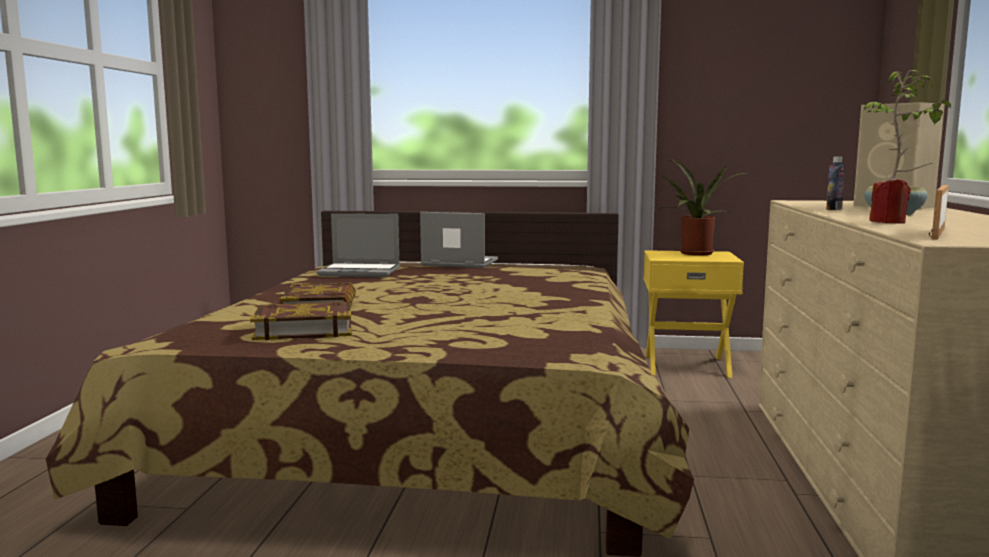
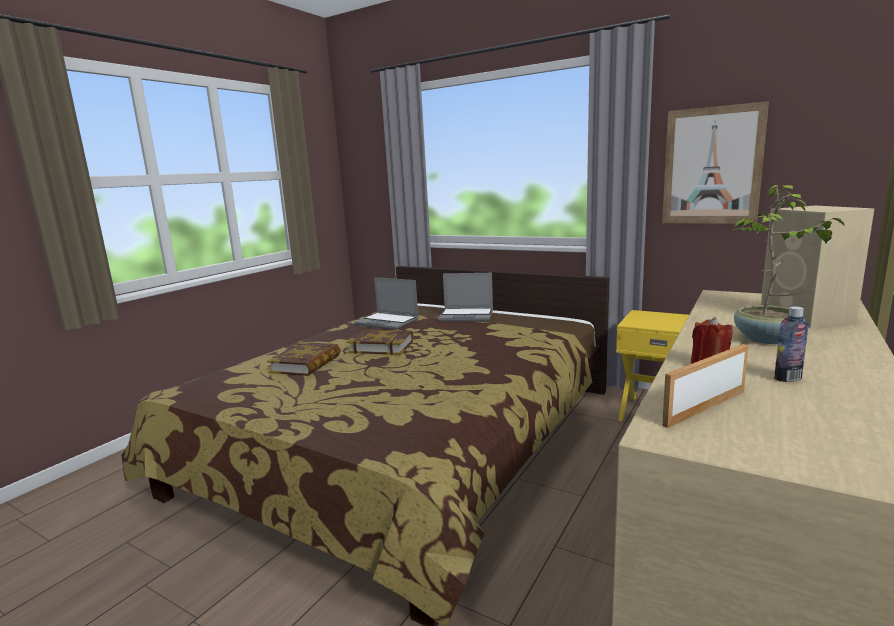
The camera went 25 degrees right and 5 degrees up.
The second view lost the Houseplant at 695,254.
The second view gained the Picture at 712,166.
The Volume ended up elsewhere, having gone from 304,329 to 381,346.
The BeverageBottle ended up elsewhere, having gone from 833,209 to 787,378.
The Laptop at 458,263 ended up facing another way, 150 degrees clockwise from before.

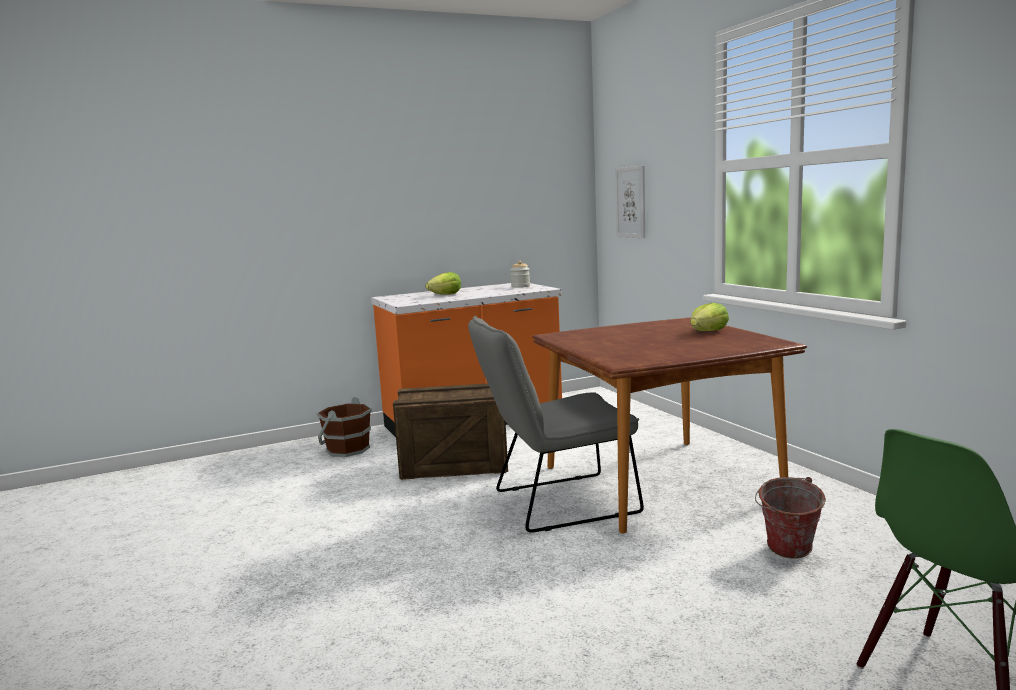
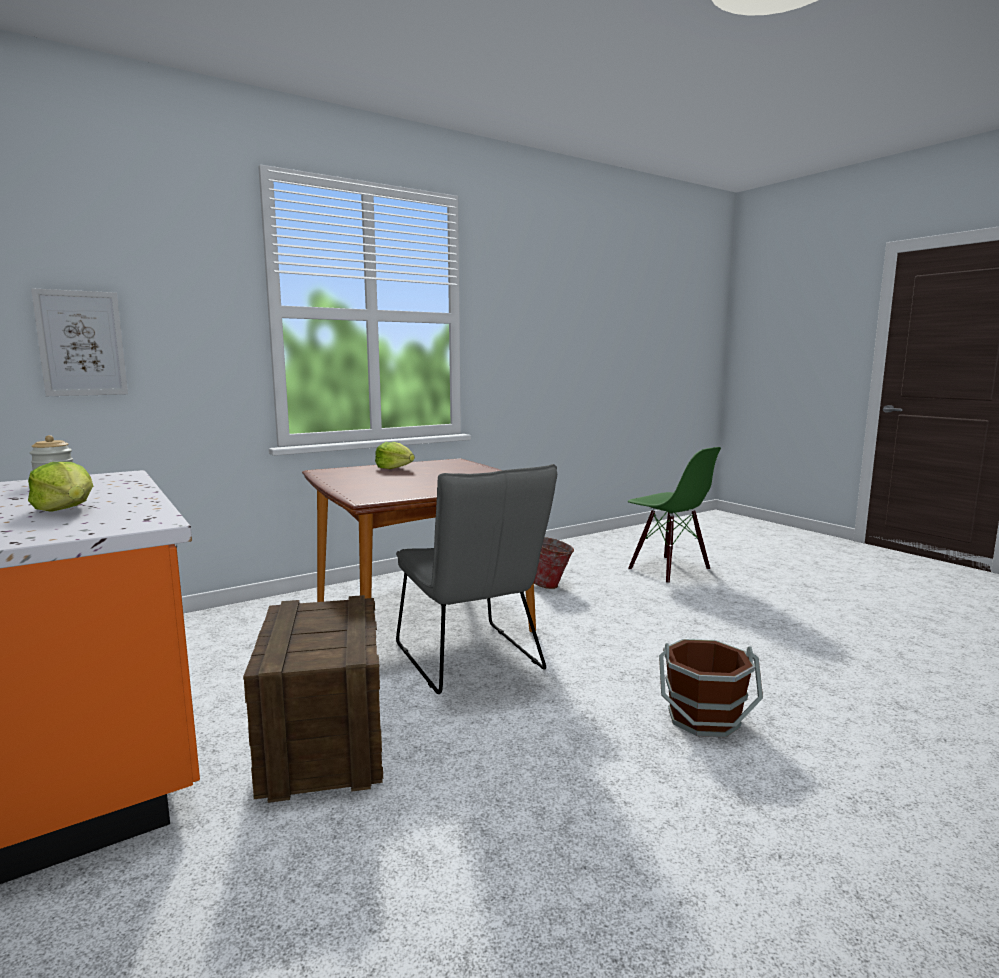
The camera went 100 degrees left and 0 degrees up.
The BrownPail ended up elsewhere, having gone from 347,449 to 704,719.

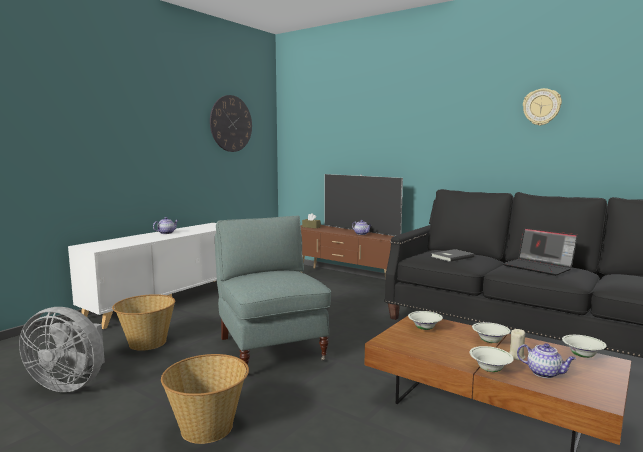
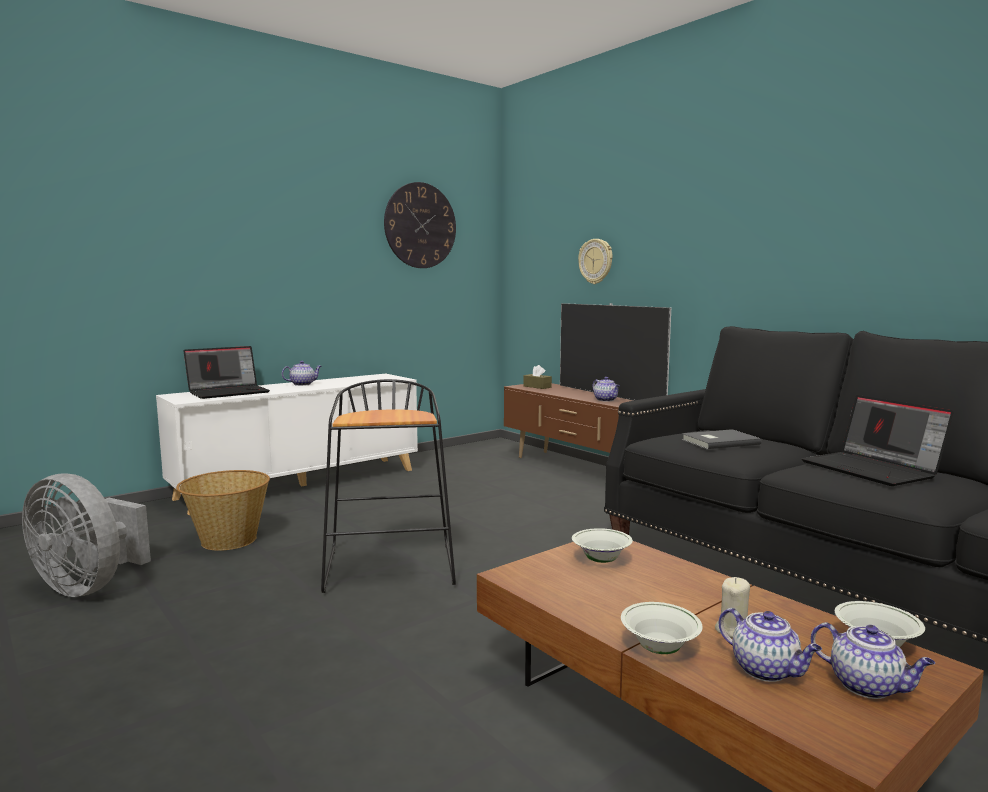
The camera went 15 degrees right and 0 degrees up.
The second view lost the StorageBasket at 208,428.
The second view lost the WhiteColouredBowl at 490,342.
The second view gained the Laptop at 229,392.
The second view gained the Teapot at 867,686.
The HangingClock ended up elsewhere, having gone from 541,107 to 596,261.
Where the GreyishEasyChair stood at 271,348, the BlackStoolSeat came to stand at 391,568.

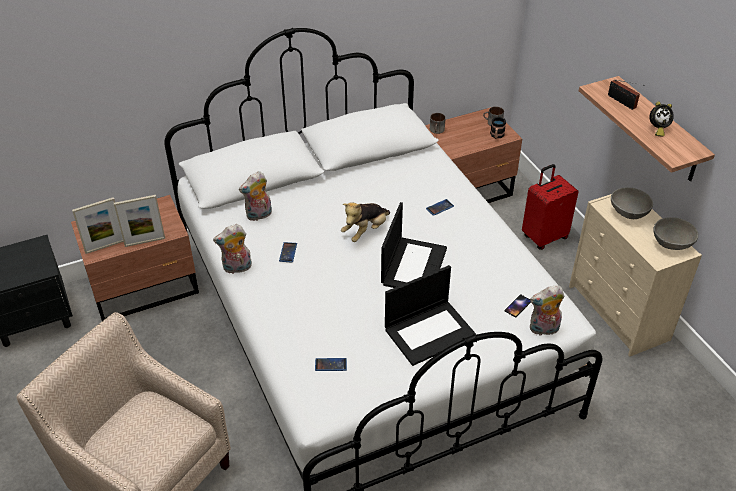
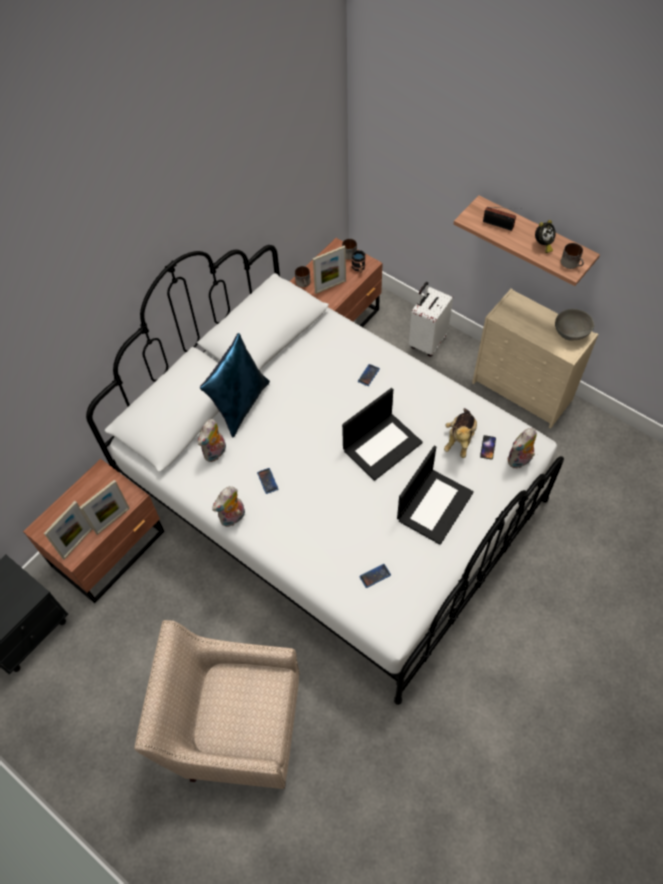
The camera went 25 degrees left and 15 degrees up.
The second view lost the GreyishBowl at 629,213.
The second view gained the BluishPillow at 240,404.
The second view gained the PictureFrame at 330,286.
The second view gained the CoffeeMug at 572,263.
The SoftToy ended up elsewhere, having gone from 365,231 to 460,439.
What was the RedTravelCase at 544,237 turned into the WhiteColouredTravelCase at 427,342.
The Laptop at 413,265 ended up facing another way, 60 degrees clockwise from before.

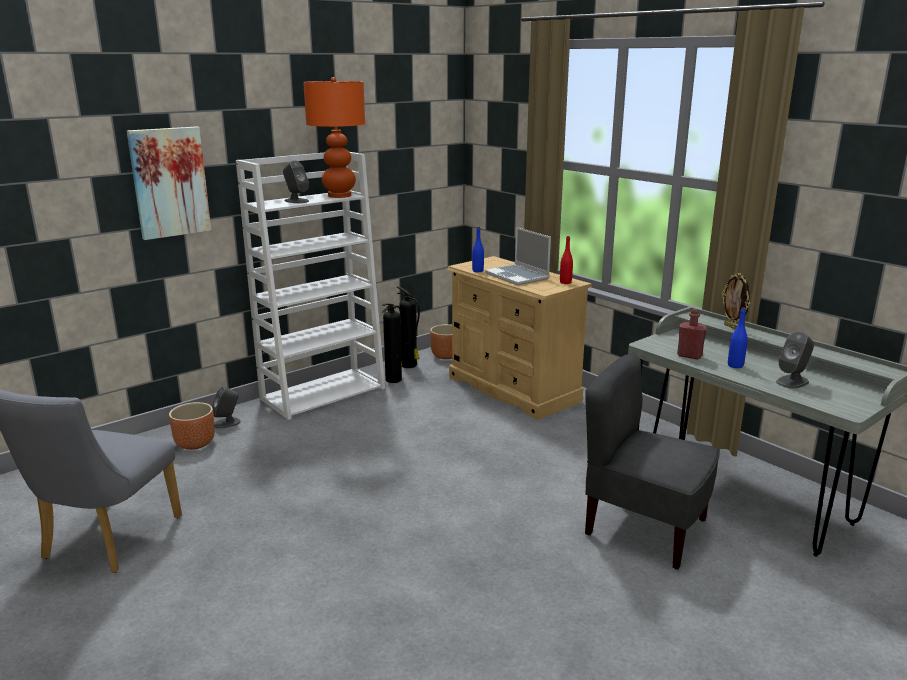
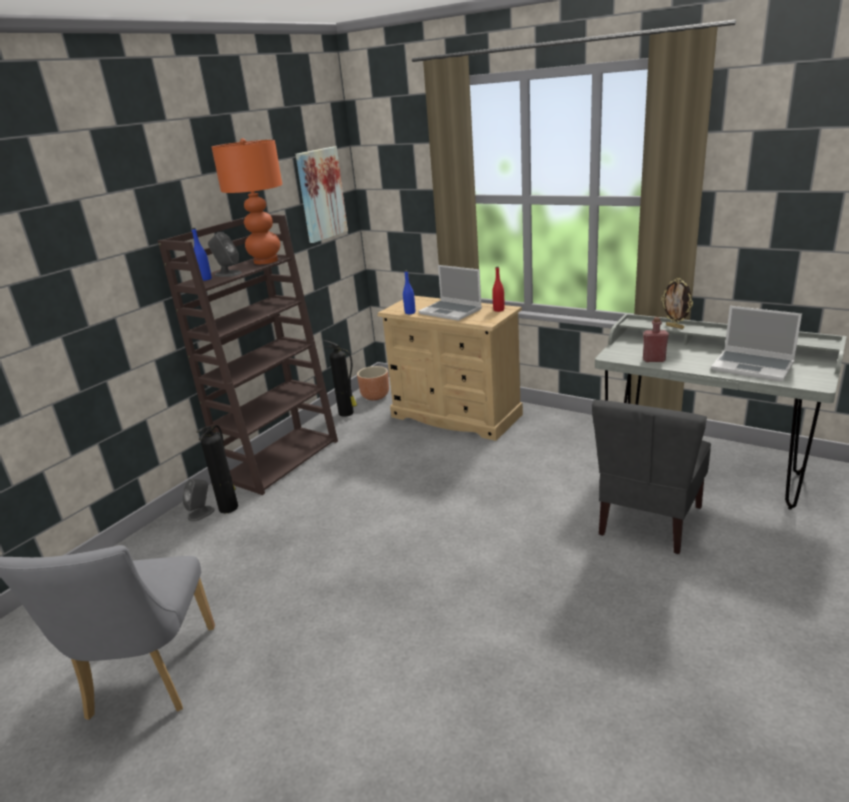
The camera went 15 degrees left and 5 degrees up.
The second view lost the BrownFlowerPot at 195,443.
The Picture ended up elsewhere, having gone from 169,182 to 321,194.
The FireFightingCylinder ended up elsewhere, having gone from 394,379 to 229,507.
The BluishBeverageBottle ended up elsewhere, having gone from 735,365 to 205,279.
Where the GreyishSpeaker stood at 792,381, the Laptop came to stand at 753,367.
What was the WhiteColouredShelvingUnit at 323,393 turned into the BrownShelvingUnit at 281,459.
The GreyishChair at 644,528 ended up facing another way, 75 degrees counterclockwise from before.

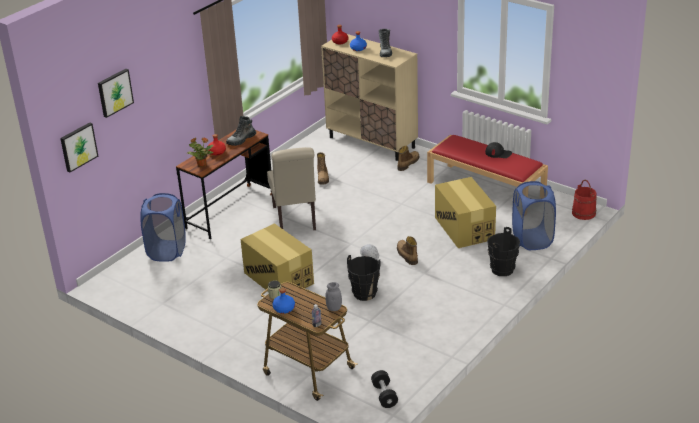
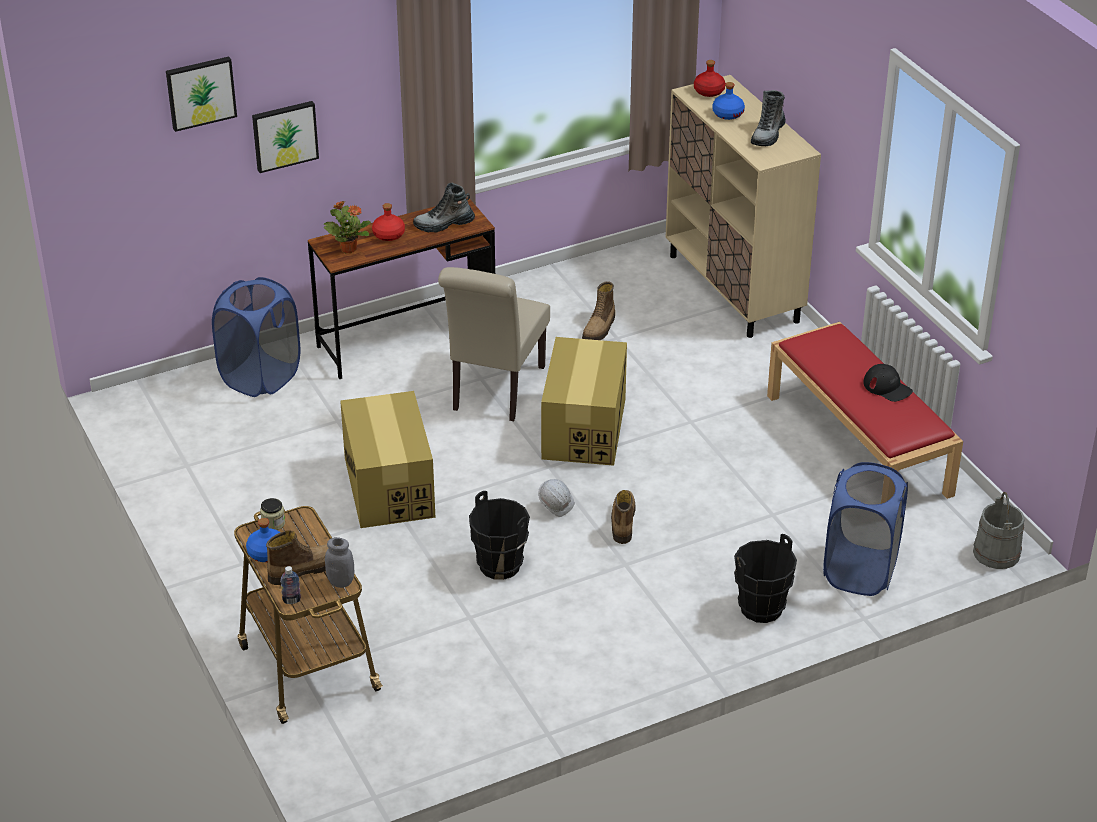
The camera went 25 degrees right and 5 degrees up.
The second view lost the BlackHandWeight at 384,395.
The Picture ended up elsewhere, having gone from 78,146 to 284,135.
The HighTopBoot ended up elsewhere, having gone from 407,163 to 304,569.
The PackingBox ended up elsewhere, having gone from 464,228 to 584,428.
What was the RedPail at 584,213 turned into the GreyishPail at 997,553.

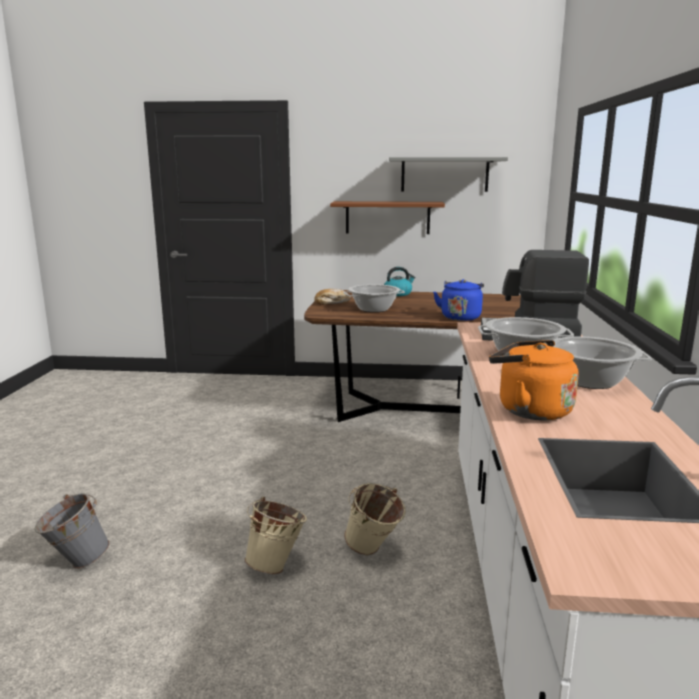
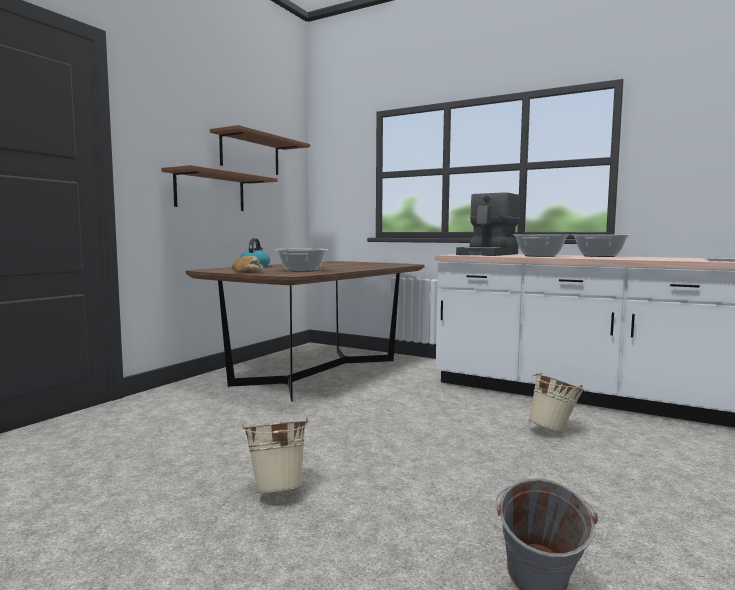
The camera went 65 degrees left and 10 degrees down.
The second view lost the BluishTeaKettle at 460,317.
The second view lost the OrangeTeaKettle at 529,410.
The BeigePail ended up elsewhere, having gone from 277,565 to 278,489.
What was the GreyishShelf at 444,174 turned into the BrownShelf at 250,154.

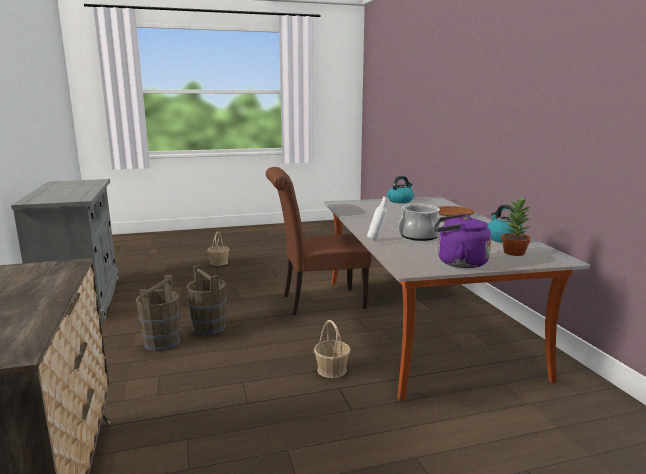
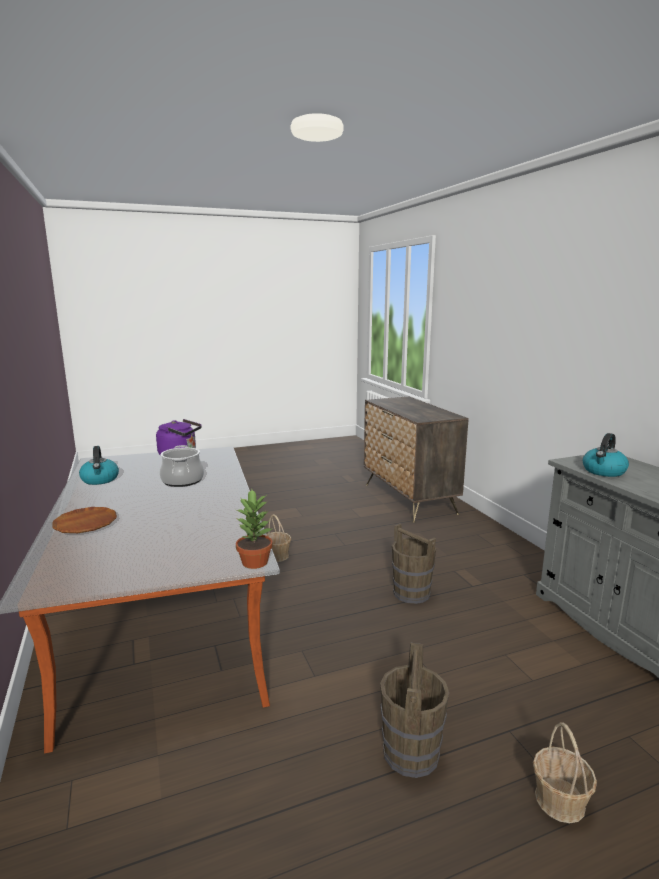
The camera went 175 degrees right and 0 degrees up.
The second view lost the BrownChair at 317,302.
The second view lost the WhiteColouredBeverageBottle at 377,239.
The BrownPail ended up elsewhere, having gone from 161,342 to 411,752.
The TeaKettle ended up elsewhere, having gone from 400,201 to 603,471.
The Houseplant ended up elsewhere, having gone from 513,253 to 255,562.

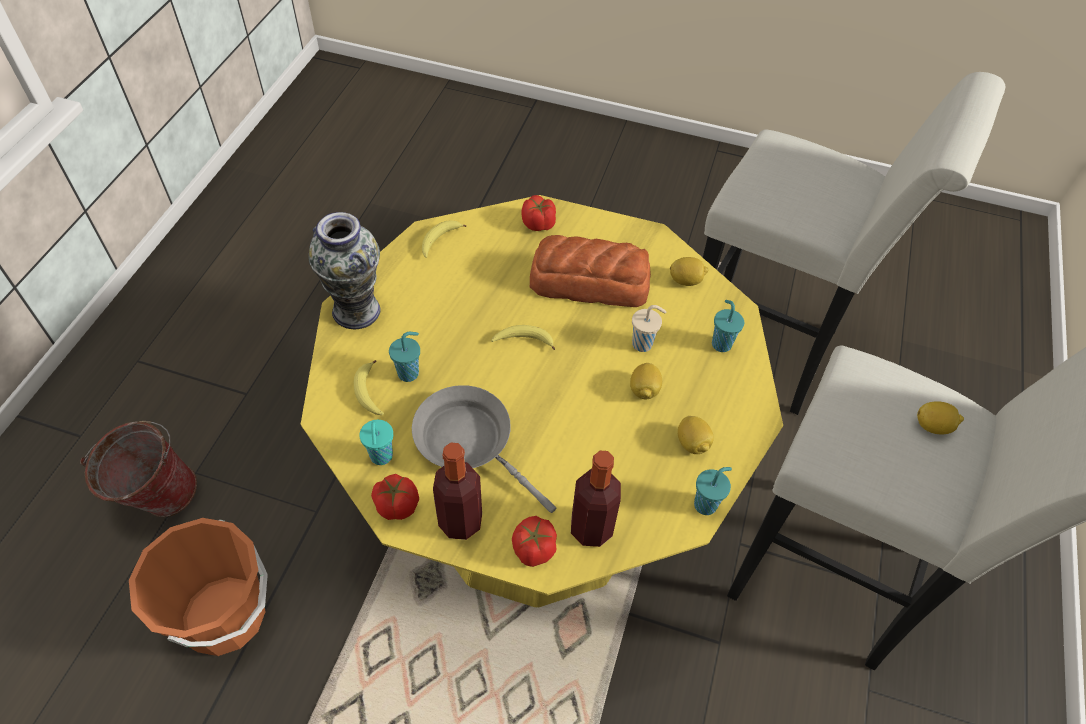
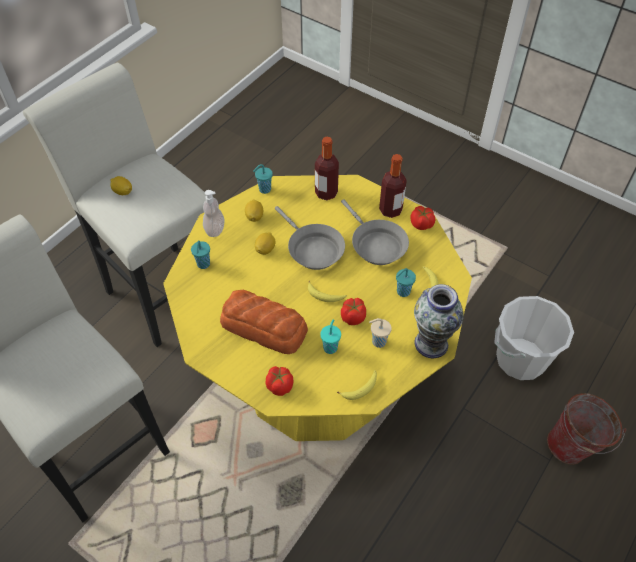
The camera went 160 degrees left and 0 degrees up.
The second view lost the Lemon at 686,280.
The second view gained the LiquidSoapBottle at 214,229.
The second view gained the GreyishSkillet at 312,249.
The TurquoiseColouredCup ended up elsewhere, having gone from 381,457 to 330,347.
The Tomato ended up elsewhere, having gone from 534,549 to 353,317.
The BeigeCup ended up elsewhere, having gone from 643,344 to 378,341.
What was the OrangePail at 224,616 turned into the WhiteColouredPail at 520,359.

